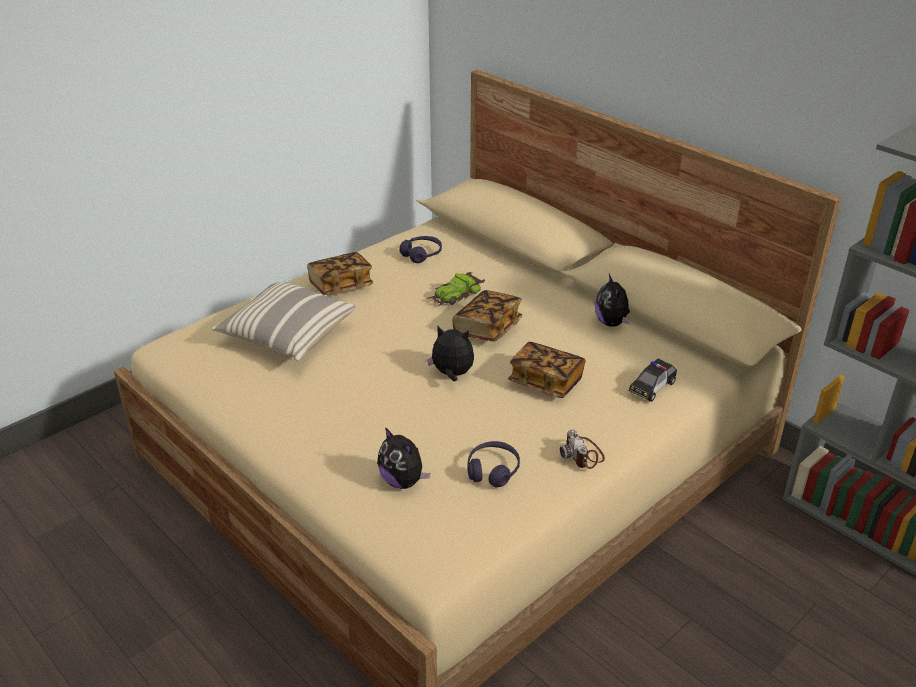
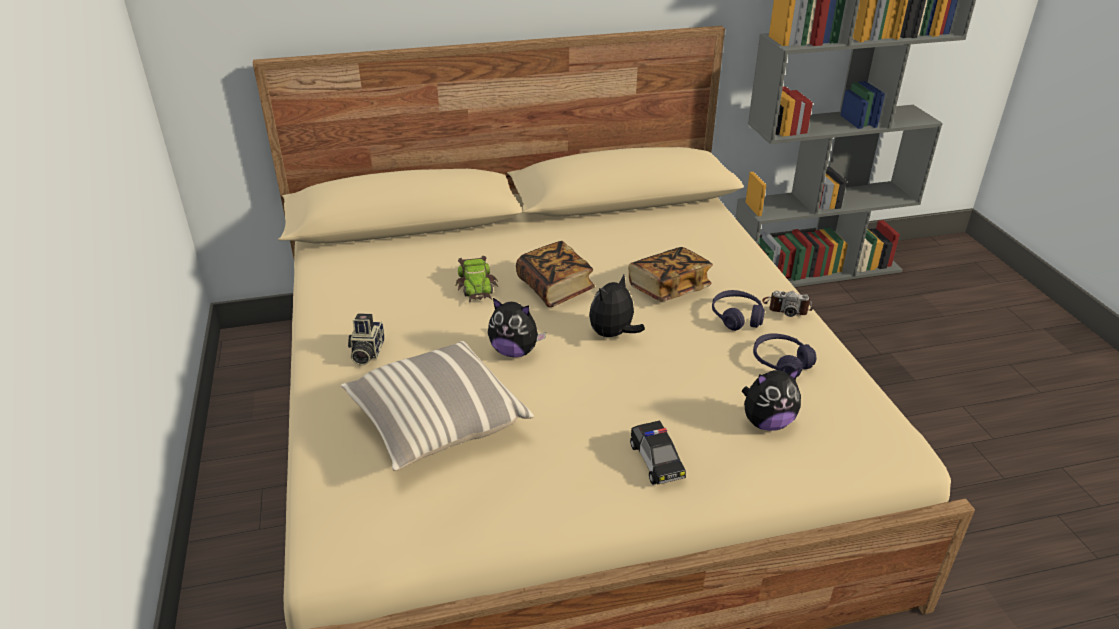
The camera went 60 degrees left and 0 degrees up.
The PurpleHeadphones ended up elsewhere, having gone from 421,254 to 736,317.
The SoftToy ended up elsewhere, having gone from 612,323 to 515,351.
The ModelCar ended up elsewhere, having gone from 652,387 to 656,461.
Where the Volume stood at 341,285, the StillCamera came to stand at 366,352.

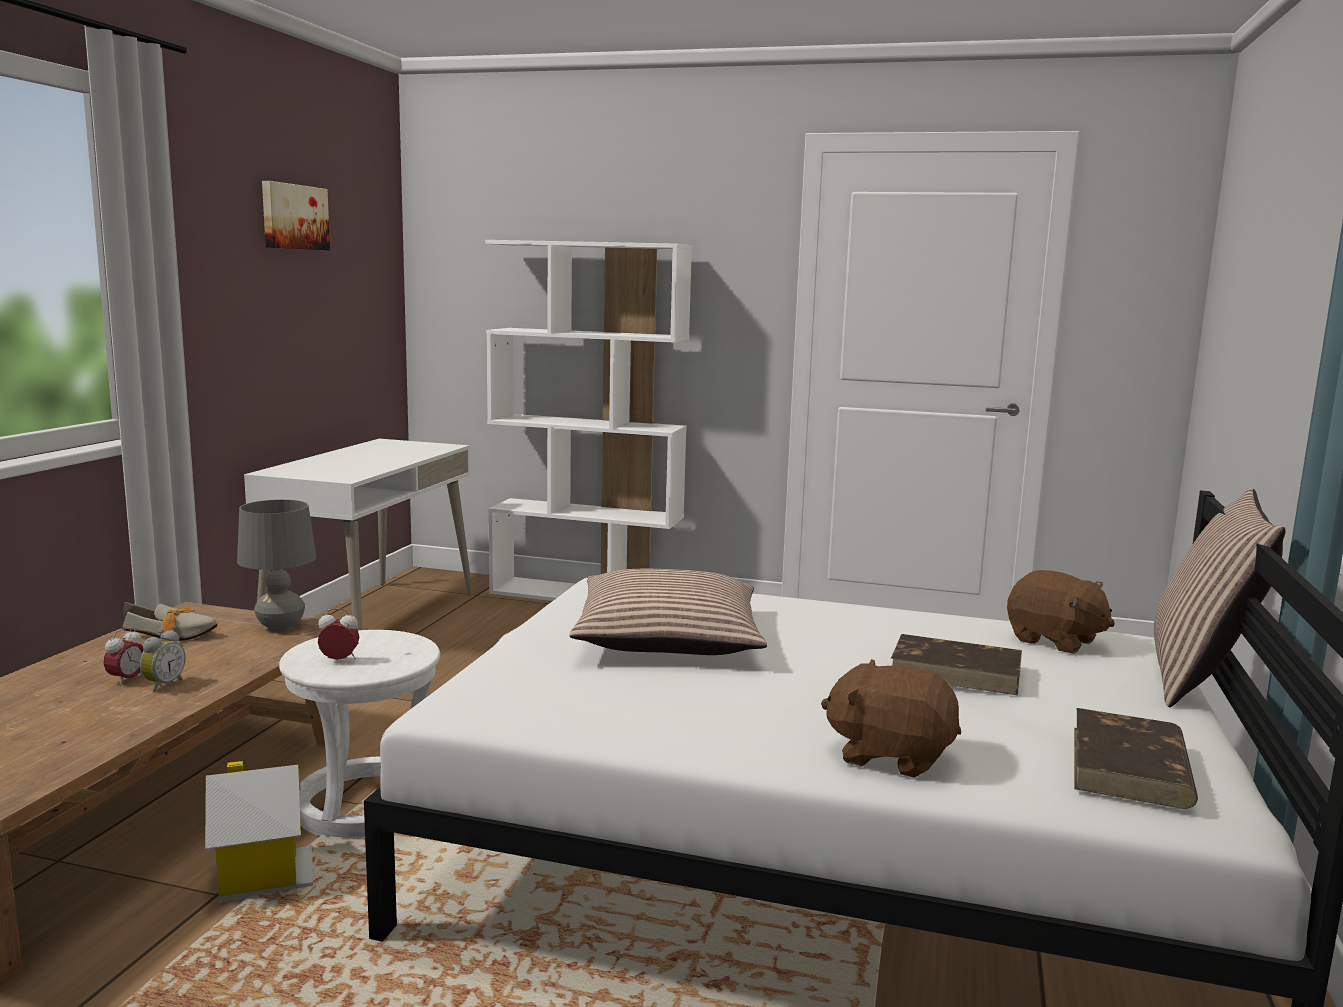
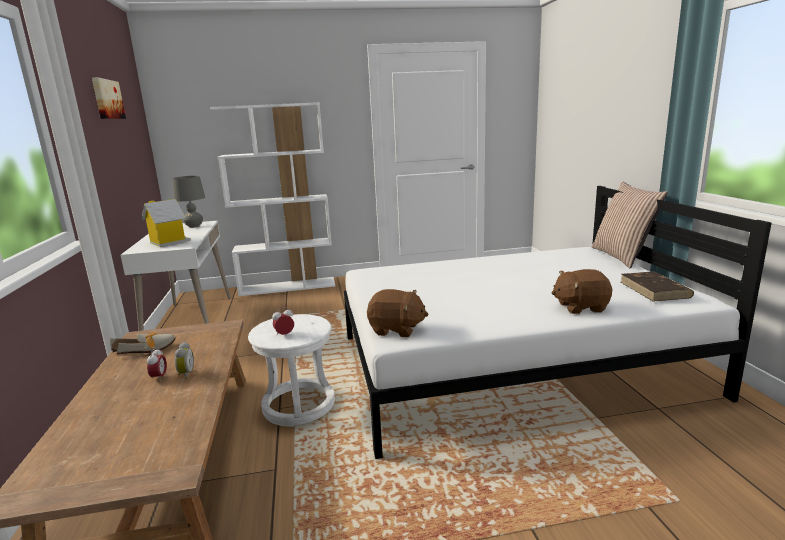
The camera went 25 degrees left and 5 degrees up.
The second view lost the Pillow at 668,637.
The second view lost the BrownVolume at 957,671.
The ModelHouse ended up elsewhere, having gone from 261,876 to 168,242.
The GreyishLampForATable ended up elsewhere, having gone from 281,627 to 194,226.
The BrownSoftToy ended up elsewhere, having gone from 1054,641 to 396,329.

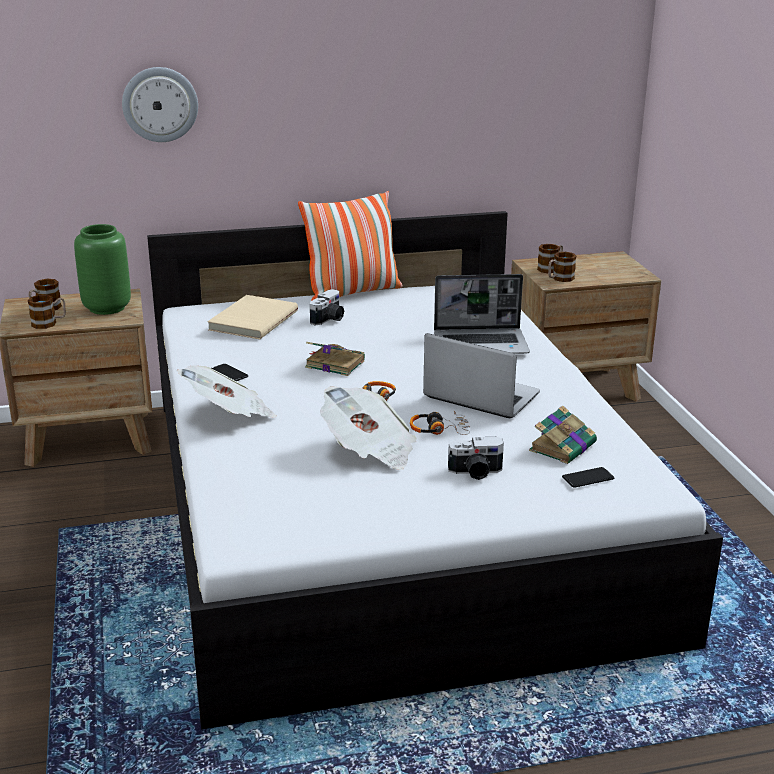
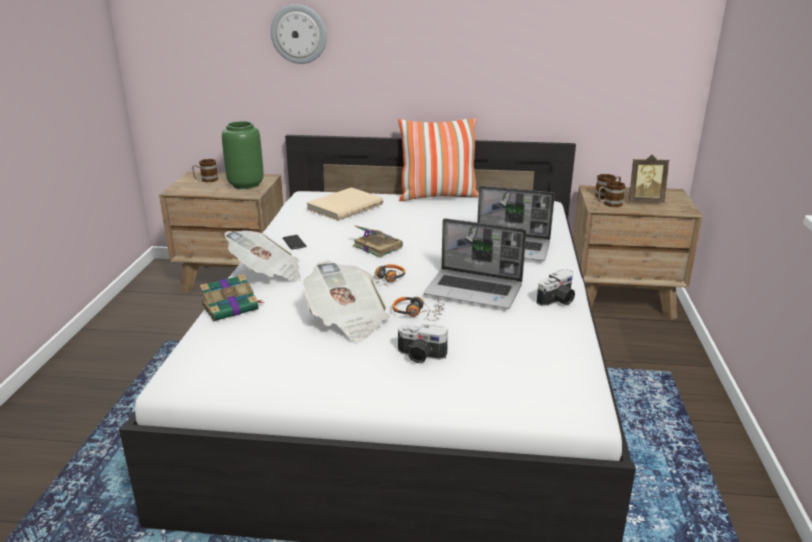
The camera went 20 degrees right and 0 degrees up.
The second view lost the CoffeeMug at 49,323.
The second view lost the Handset at 588,478.
The second view gained the PictureFrame at 644,201.
The StillCamera ended up elsewhere, having gone from 329,319 to 558,301.
The Volume ended up elsewhere, having gone from 563,446 to 231,307.
The Laptop at 479,396 ended up facing another way, 150 degrees clockwise from before.

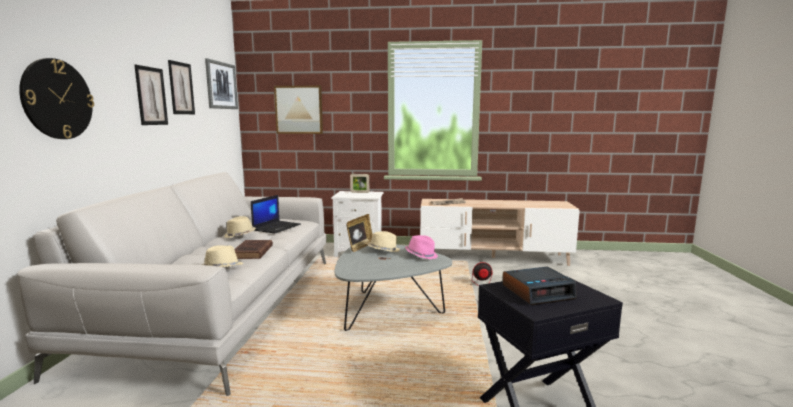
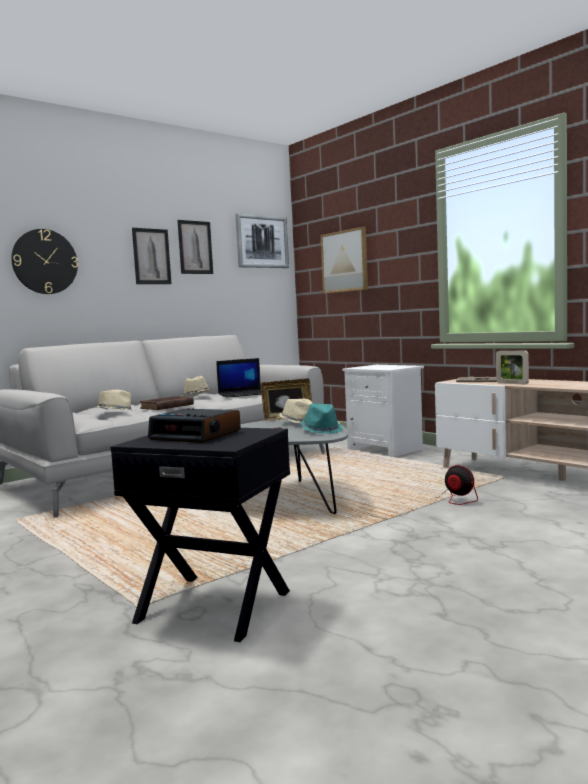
The camera went 45 degrees right and 5 degrees down.
The PictureFrame ended up elsewhere, having gone from 359,192 to 512,383.
What was the PinkishHat at 421,255 turned into the TurquoiseColouredHat at 322,430.

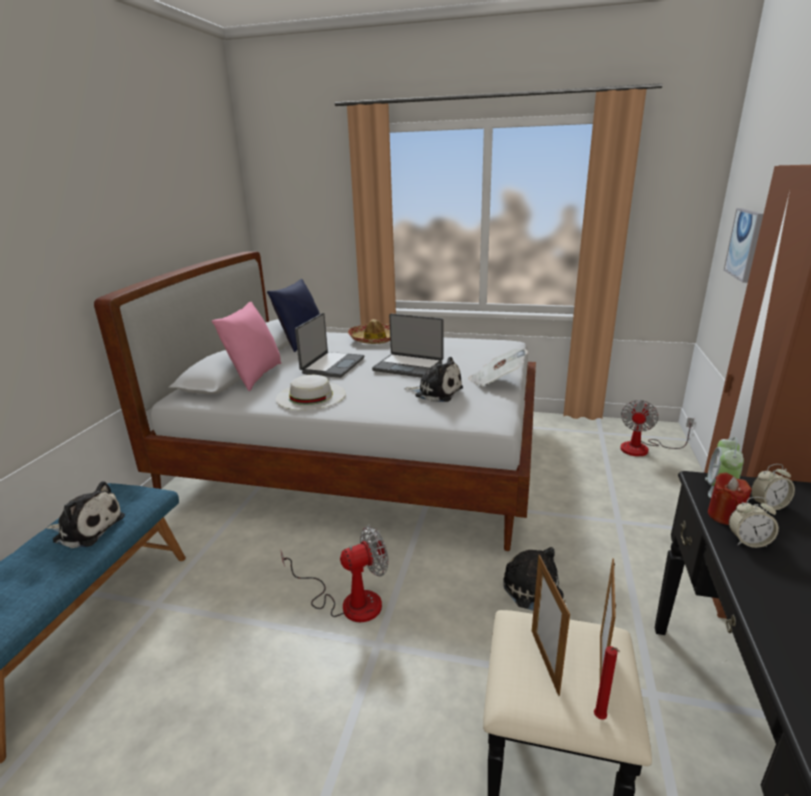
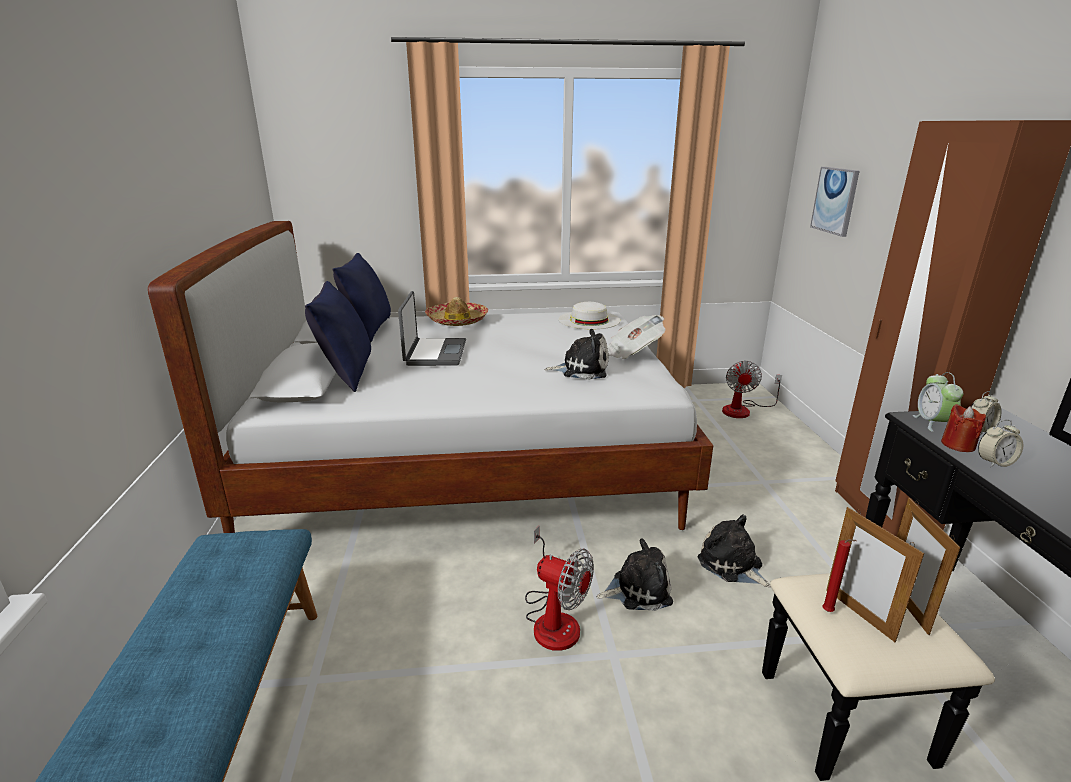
The camera went 20 degrees left and 0 degrees up.
The second view lost the Laptop at 409,366.
The SoftToy ended up elsewhere, having gone from 87,528 to 638,589.
The WhiteColouredHat ended up elsewhere, having gone from 311,396 to 589,320.
The RedWaxCandle ended up elsewhere, having gone from 600,719 to 829,612.
What was the PinkishPillow at 254,377 turned into the BluishPillow at 346,375.
The CoolingFan at 349,602 ended up facing another way, 75 degrees clockwise from before.

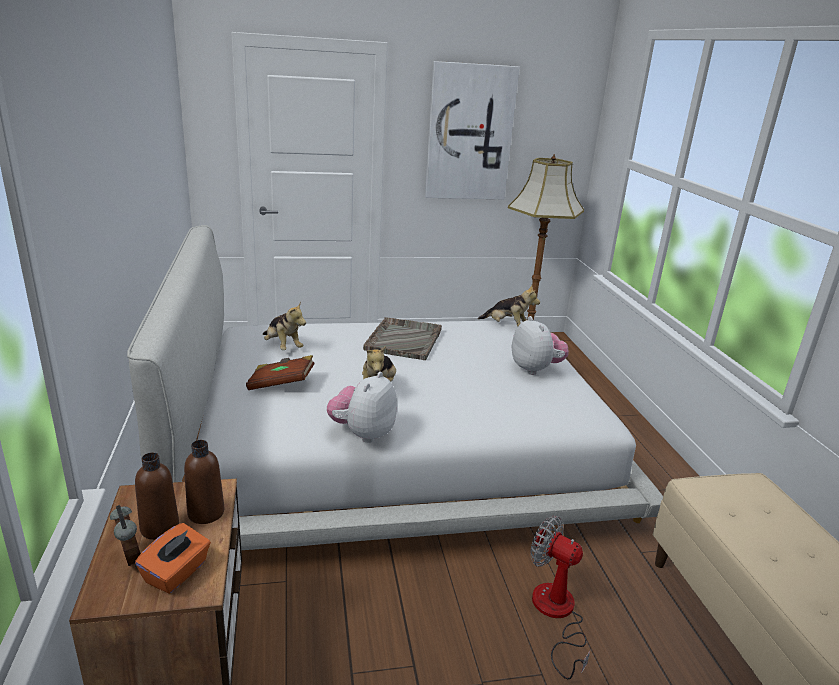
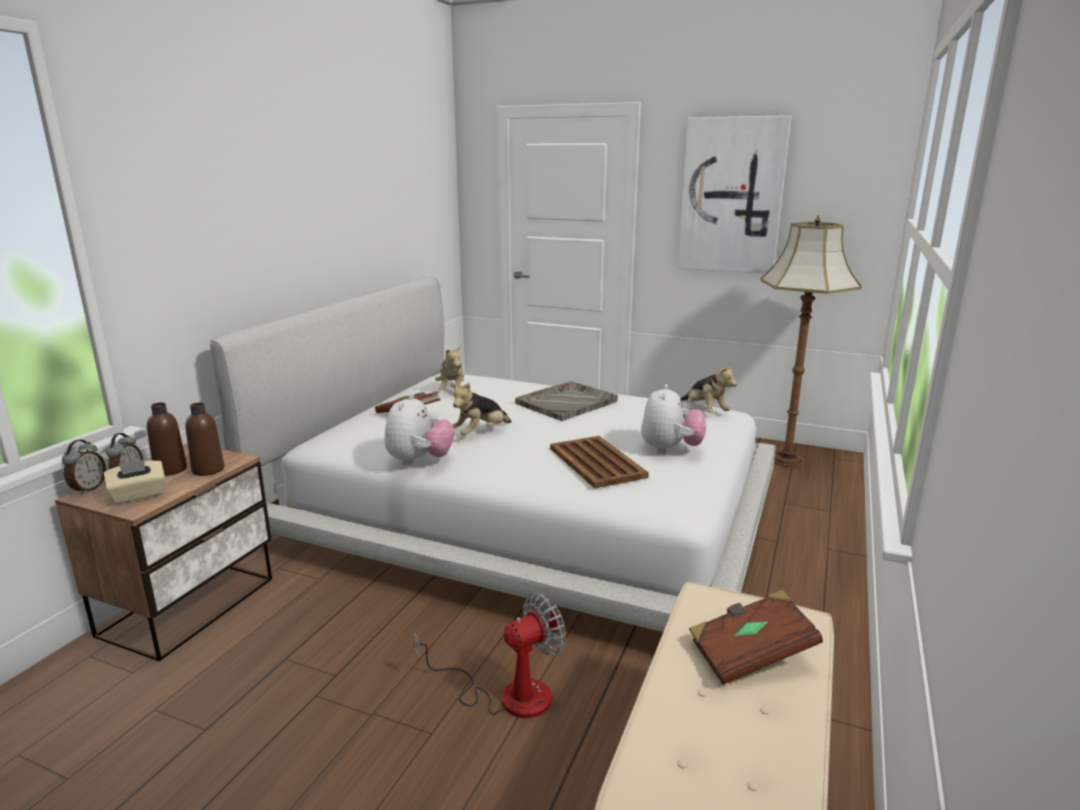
The camera went 35 degrees right and 5 degrees down.
The second view gained the BedsideClock at 88,489.
The second view gained the BrownCarryingTray at 597,463.
The second view gained the BrownVolume at 750,654.
What was the OrangeBoxOfTissues at 177,573 turned into the BeigeBoxOfTissues at 139,496.
The SoftToy at 363,433 ended up facing another way, 135 degrees clockwise from before.
The CoolingFan at 556,614 ended up facing another way, 75 degrees clockwise from before.

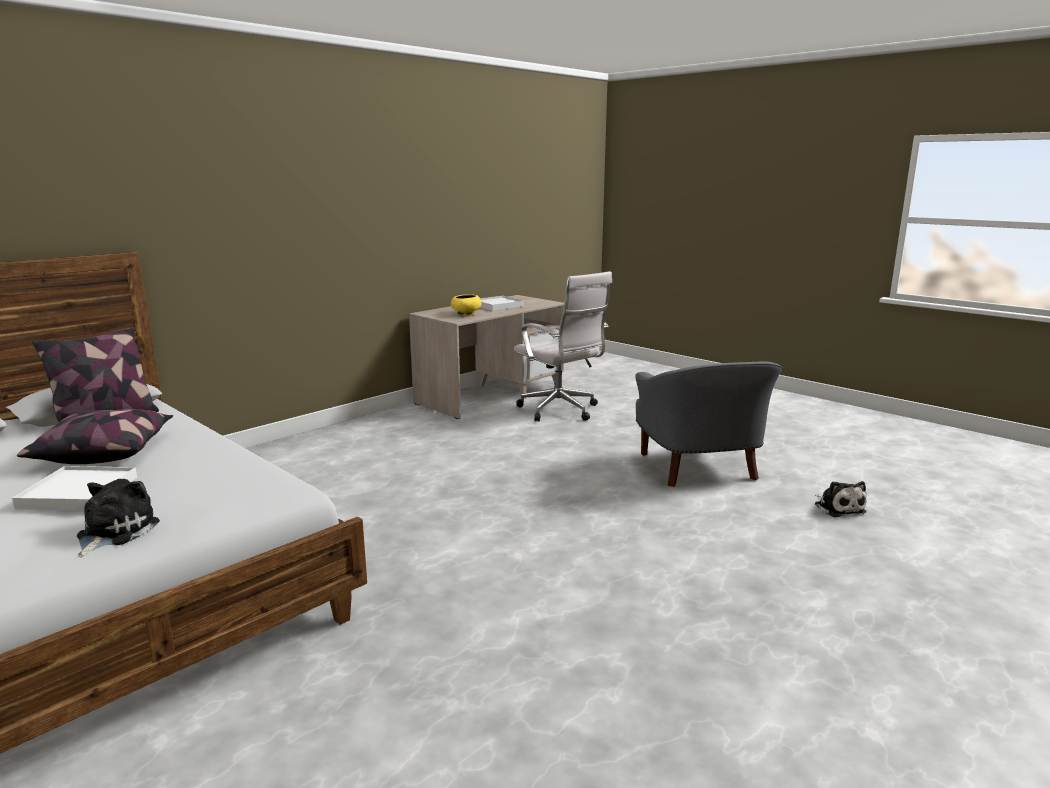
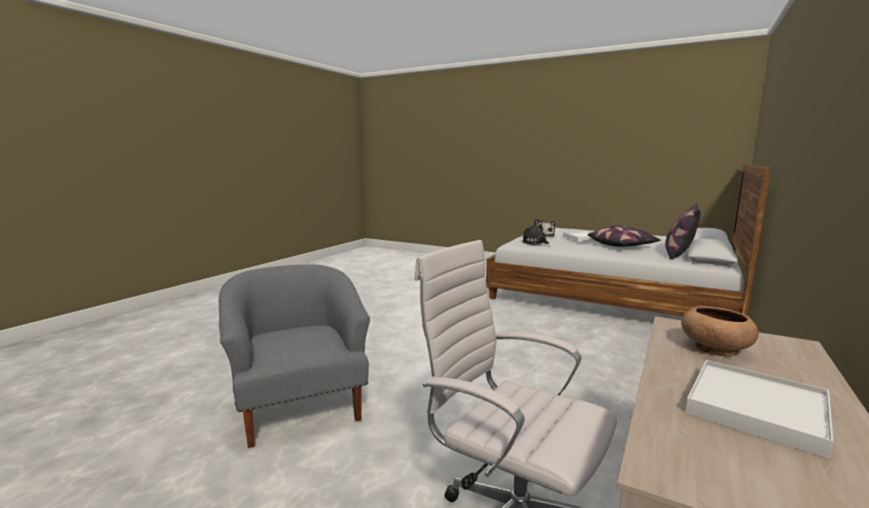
The camera went 165 degrees right and 5 degrees down.
The SoftToy ended up elsewhere, having gone from 838,508 to 536,243.
What was the YellowColouredBowl at 466,314 turned into the BrownBowl at 715,348.

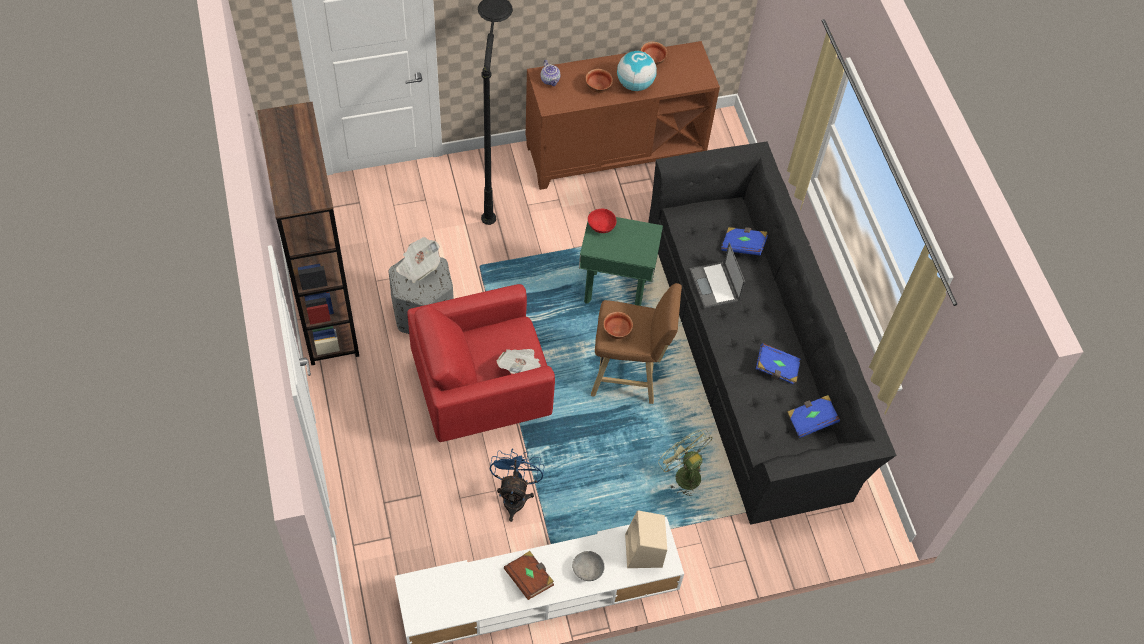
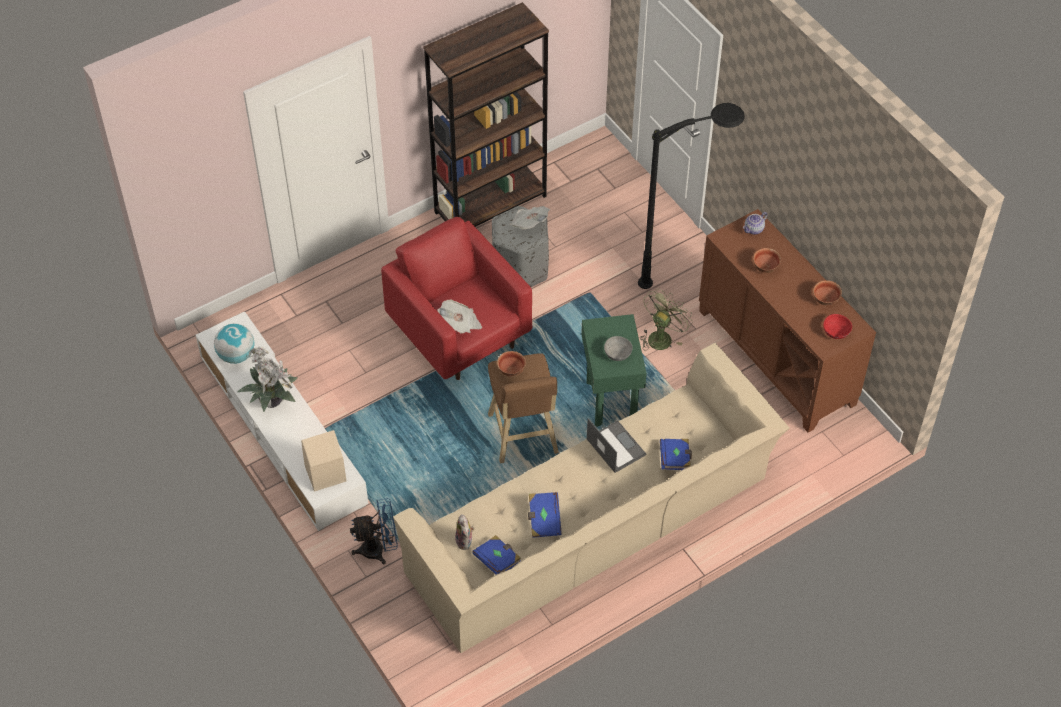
The camera went 75 degrees right and 5 degrees down.
The second view gained the SoftToy at 465,541.
The BluishCoolingFan ended up elsewhere, having gone from 515,496 to 378,549.
The GreyishBowl ended up elsewhere, having gone from 588,570 to 617,354.
The RedBowl ended up elsewhere, having gone from 601,226 to 835,332.
The WorldGlobe ended up elsewhere, having gone from 635,84 to 236,355.
The GreenishCoolingFan ended up elsewhere, having gone from 683,474 to 662,336.
Where the BrownVolume stood at 529,578, the Houseplant came to stand at 271,400.
What was the BlackSofa at 751,353 turned into the BeigeSofa at 591,530.
The Laptop at 715,286 ended up facing another way, 90 degrees clockwise from before.

